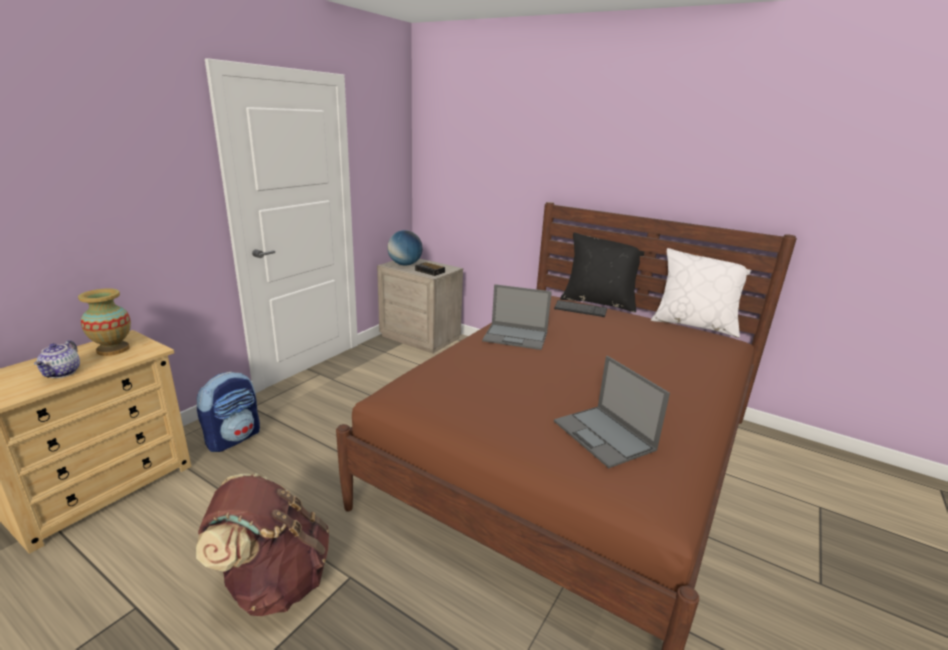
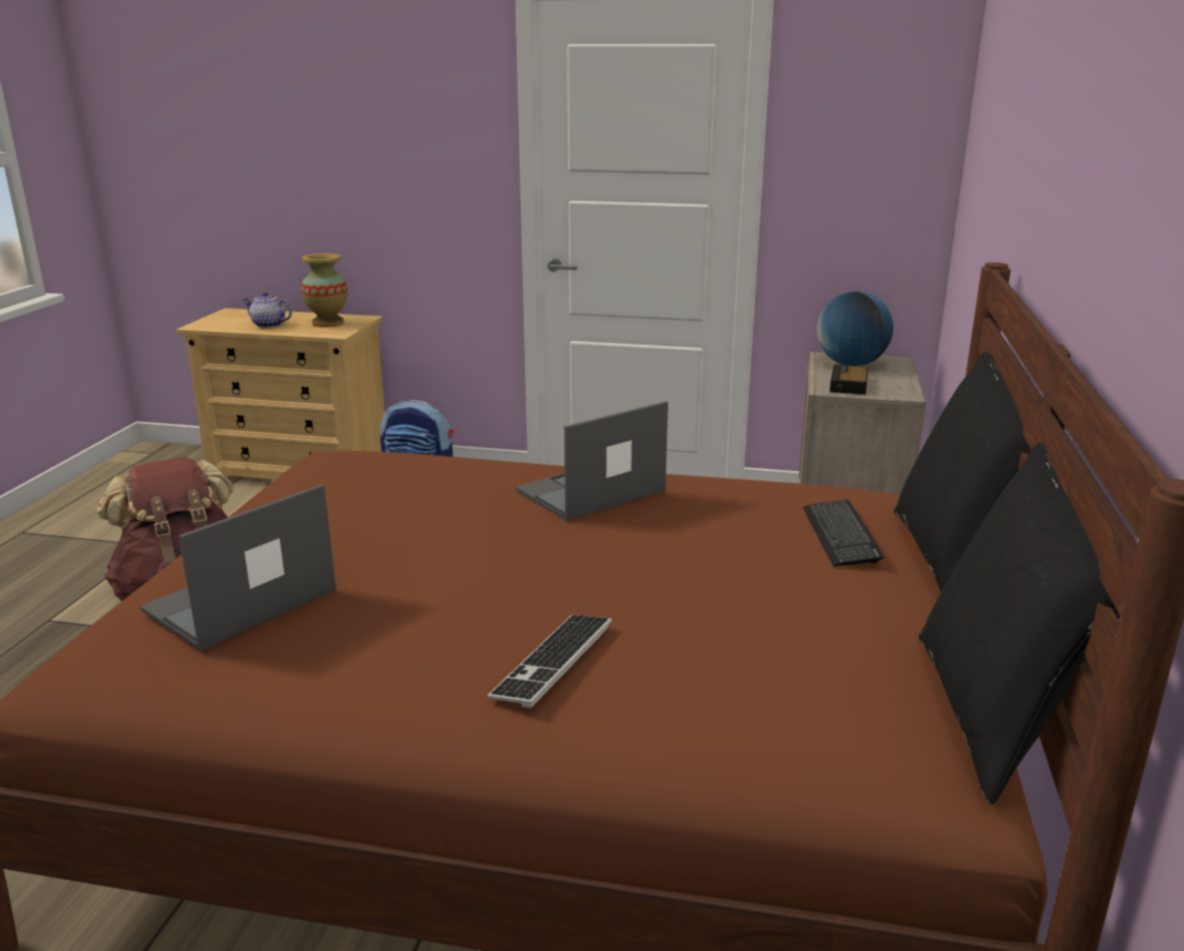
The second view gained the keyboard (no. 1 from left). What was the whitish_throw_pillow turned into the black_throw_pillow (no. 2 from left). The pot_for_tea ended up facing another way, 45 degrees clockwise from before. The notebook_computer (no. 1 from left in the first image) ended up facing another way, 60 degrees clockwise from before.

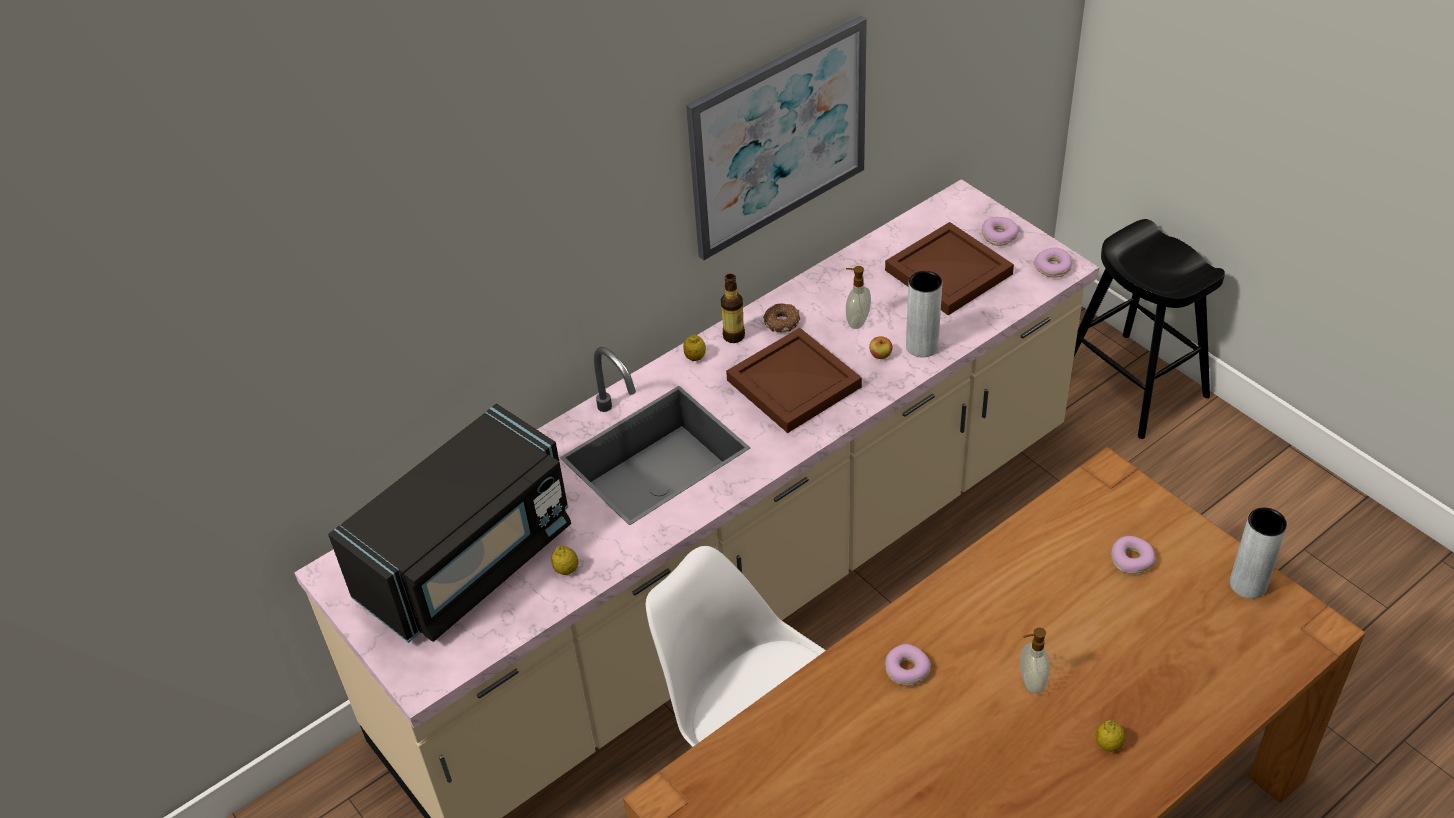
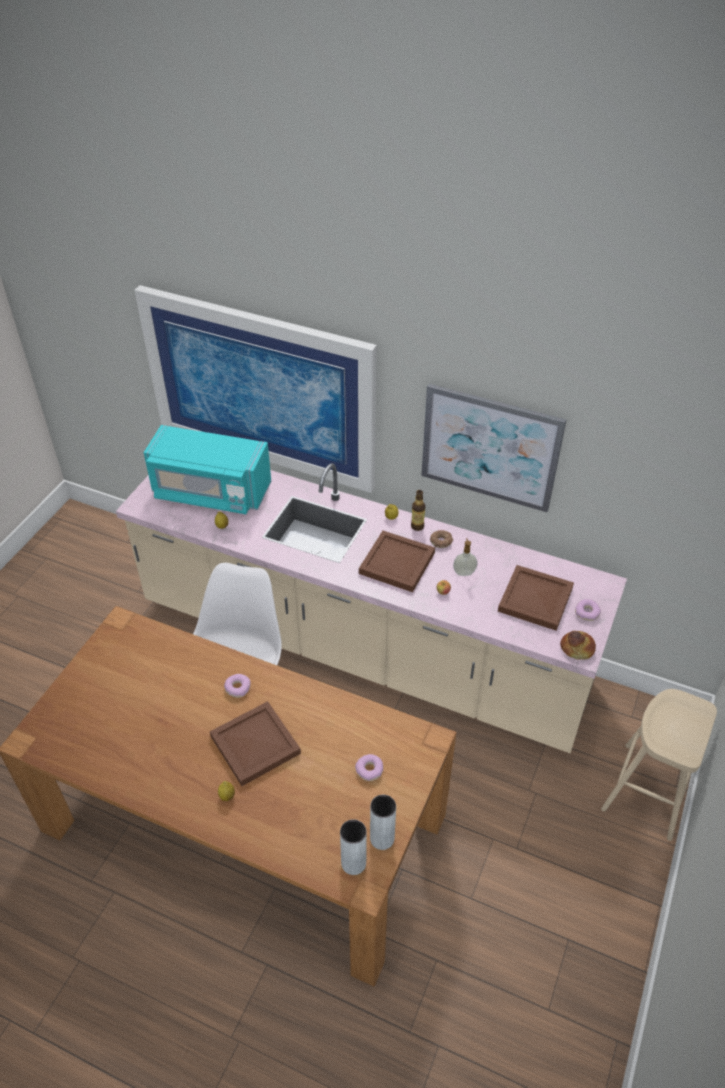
The second view gained the wall_picture (no. 1 from left). The greyish_vase (no. 1 from left) ended up elsewhere. Where the liquid_soap_bottle (no. 2 from left) stood, the brown_carrying_tray (no. 1 from left) came to stand. Where the donut (no. 4 from left) stood, the bakery_bread came to stand. What was the black_kitchen_microwave turned into the turquoise_kitchen_microwave. What was the black_sitting_stool turned into the beige-coloured_sitting_stool.

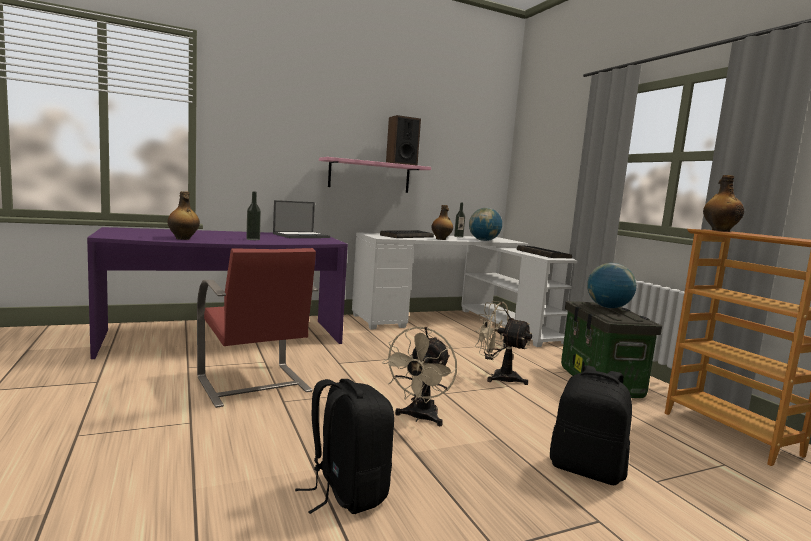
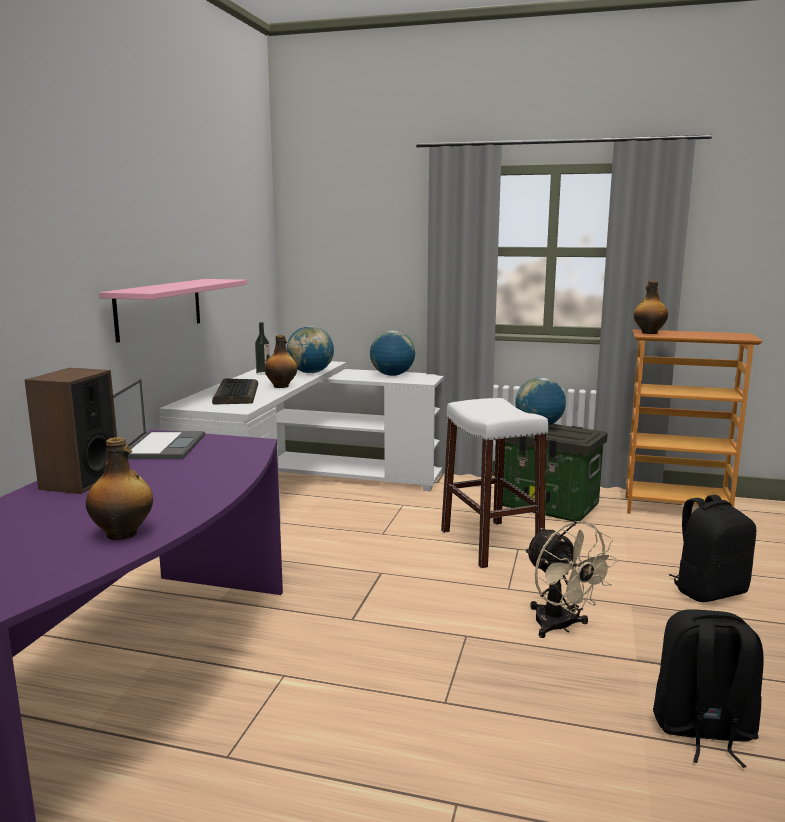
The second view lost the red-coloured_upright_chair. The second view lost the drink_bottle (no. 2 from left). The audio_speaker ended up elsewhere. Where the beige-coloured_fan (no. 2 from left) stood, the whitish_sitting_stool came to stand. Where the keyboard (no. 2 from left) stood, the globe (no. 2 from left) came to stand.

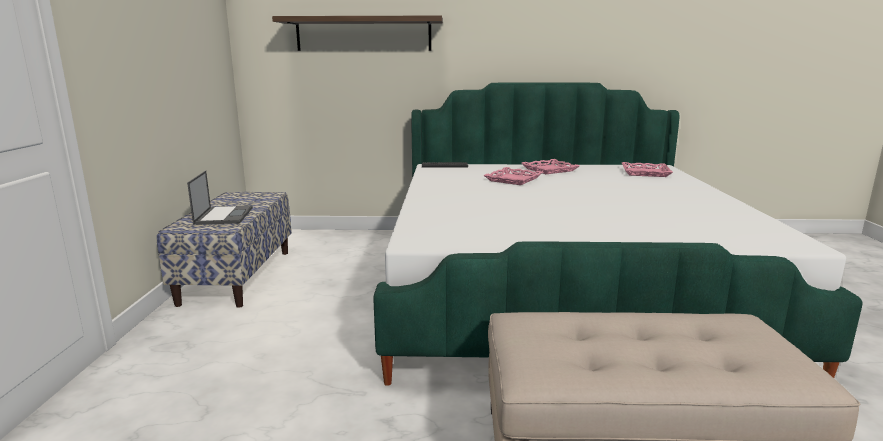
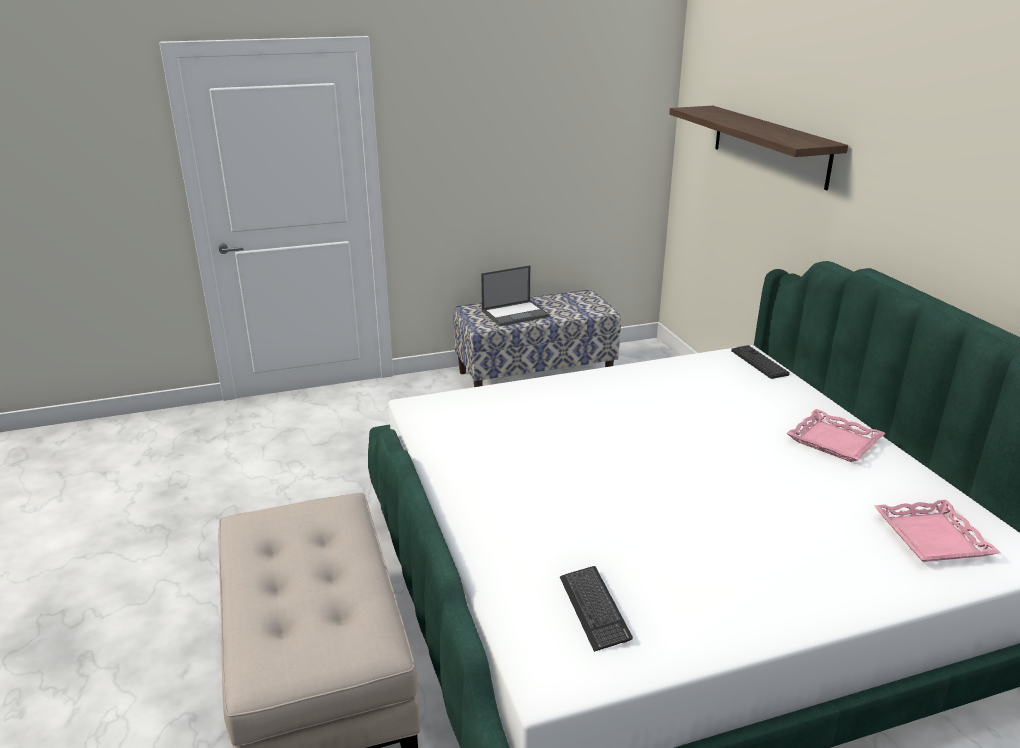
The second view lost the pink-coloured_carrying_tray (no. 1 from left). The second view gained the keyboard (no. 1 from left).

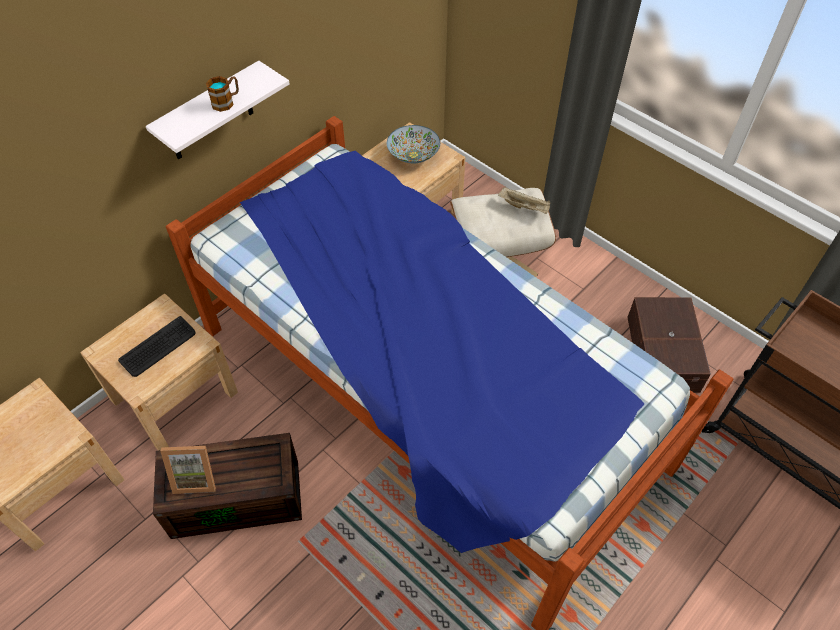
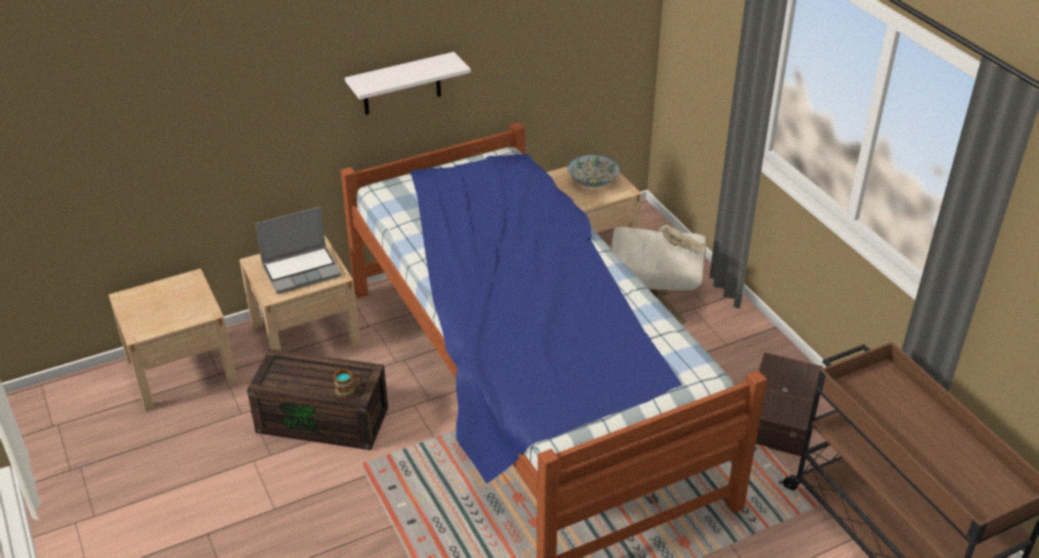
The second view lost the photo_frame. The tea_mug ended up elsewhere. Where the keyboard stood, the notebook_computer came to stand.

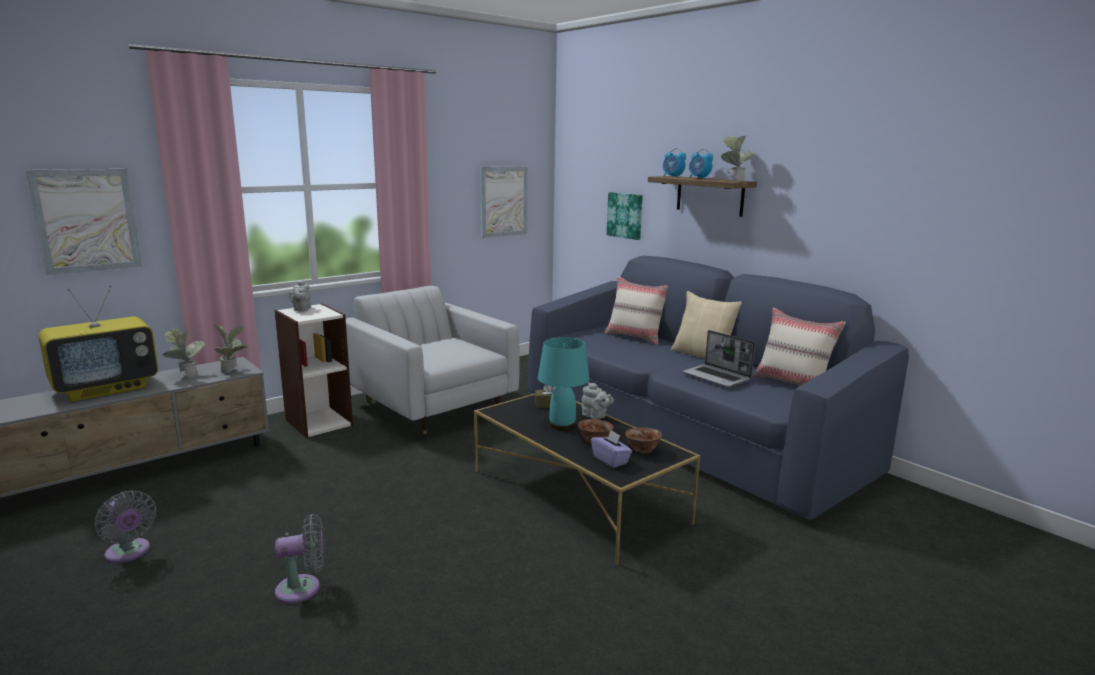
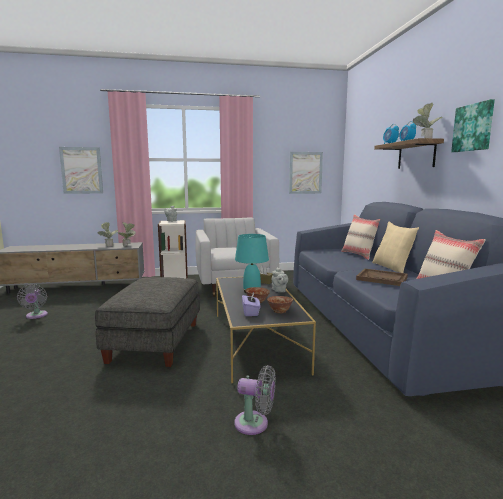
The second view lost the television. The second view gained the greyish_pouffe. The greyish_fan (no. 2 from left) ended up elsewhere. The wall_picture (no. 3 from left) ended up elsewhere. Where the notebook_computer stood, the brown_carrying_tray came to stand.

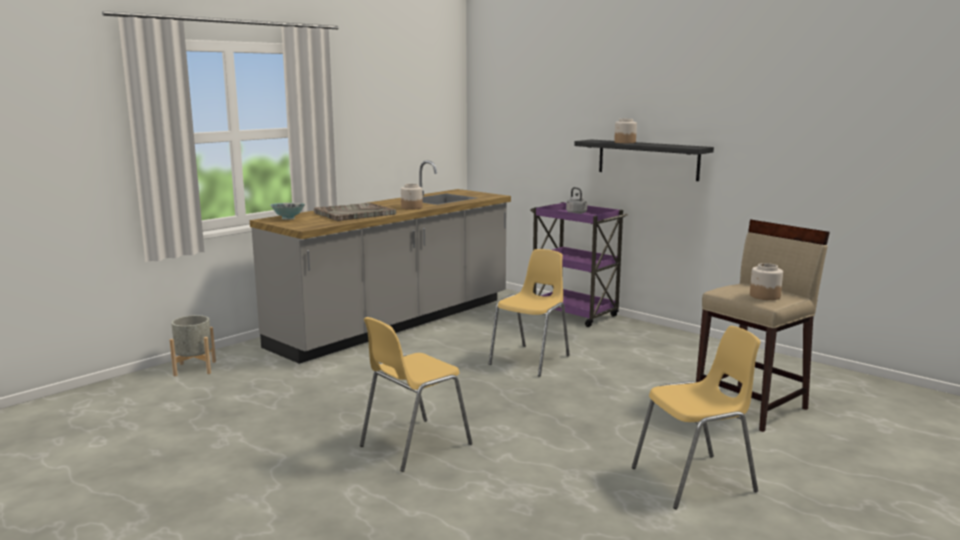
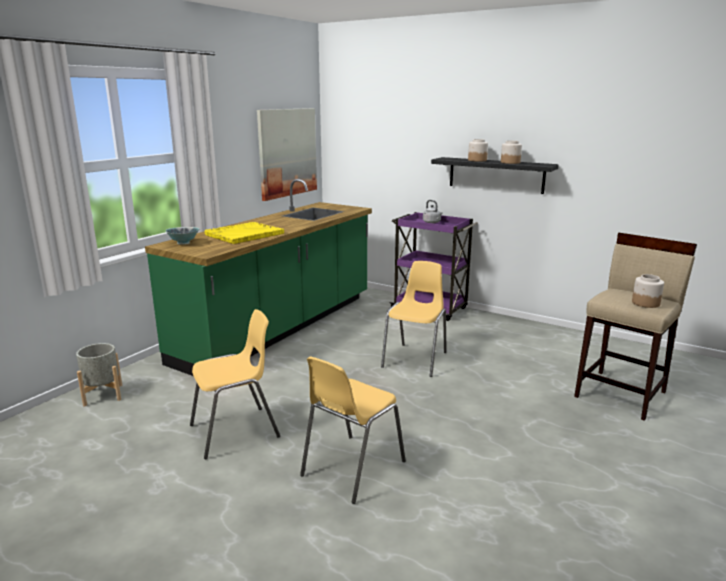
The second view gained the wall_picture. The jar (no. 1 from left in the first image) ended up elsewhere. The yellow-coloured_upright_chair (no. 3 from left in the first image) ended up elsewhere. What was the greyish_kitchen_counter turned into the greenish_kitchen_counter. What was the greyish_carrying_tray turned into the yellow-coloured_carrying_tray.

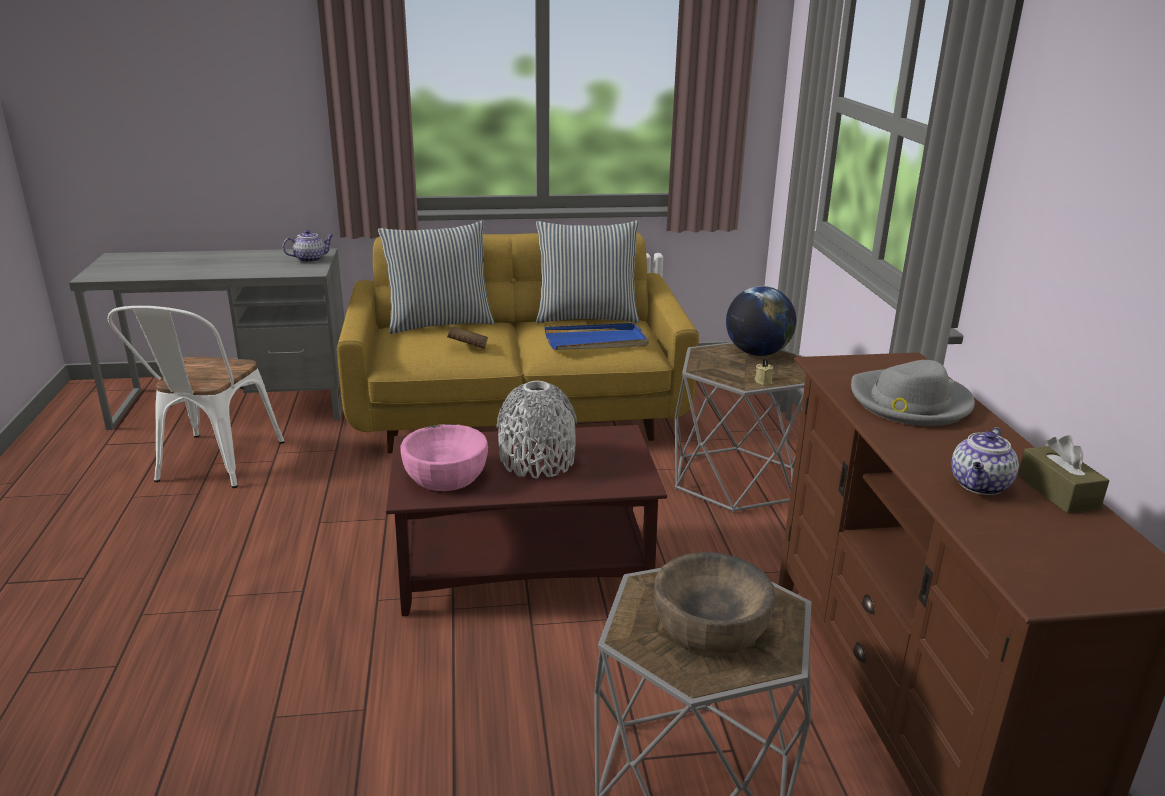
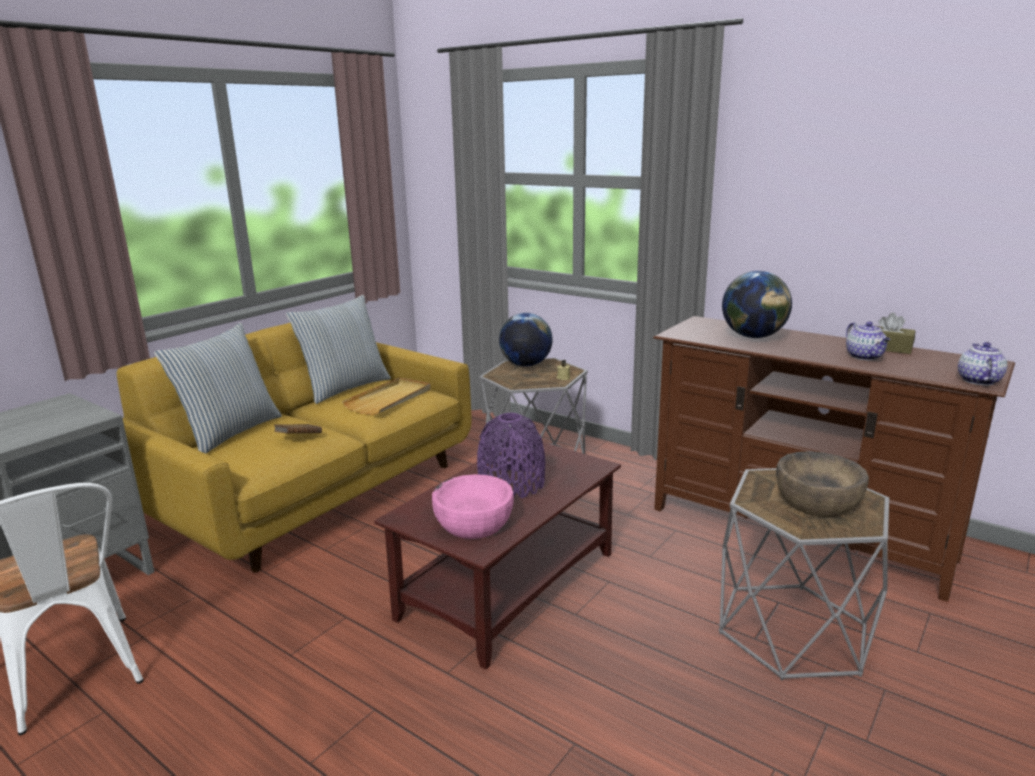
The pot_for_tea (no. 1 from left in the first image) ended up elsewhere. Where the greyish_clothing_hat stood, the globe (no. 2 from left) came to stand. What was the greyish_vase turned into the purple-coloured_vase. What was the bluish_carrying_tray turned into the beige-coloured_carrying_tray.

